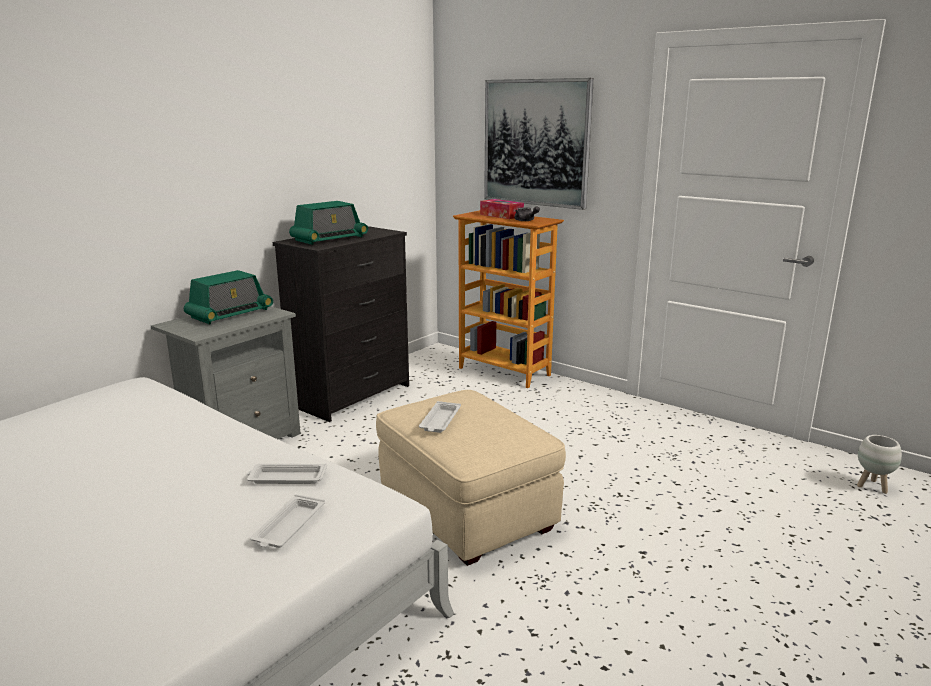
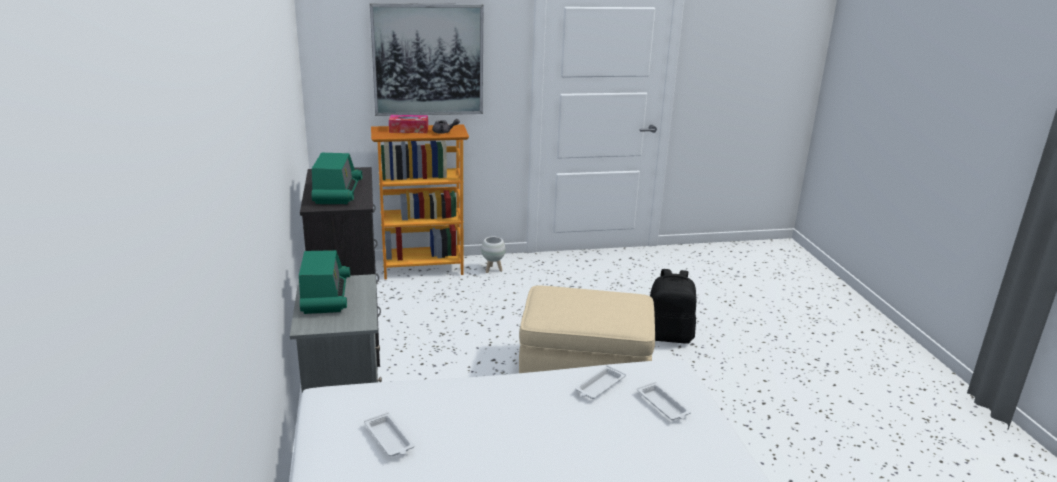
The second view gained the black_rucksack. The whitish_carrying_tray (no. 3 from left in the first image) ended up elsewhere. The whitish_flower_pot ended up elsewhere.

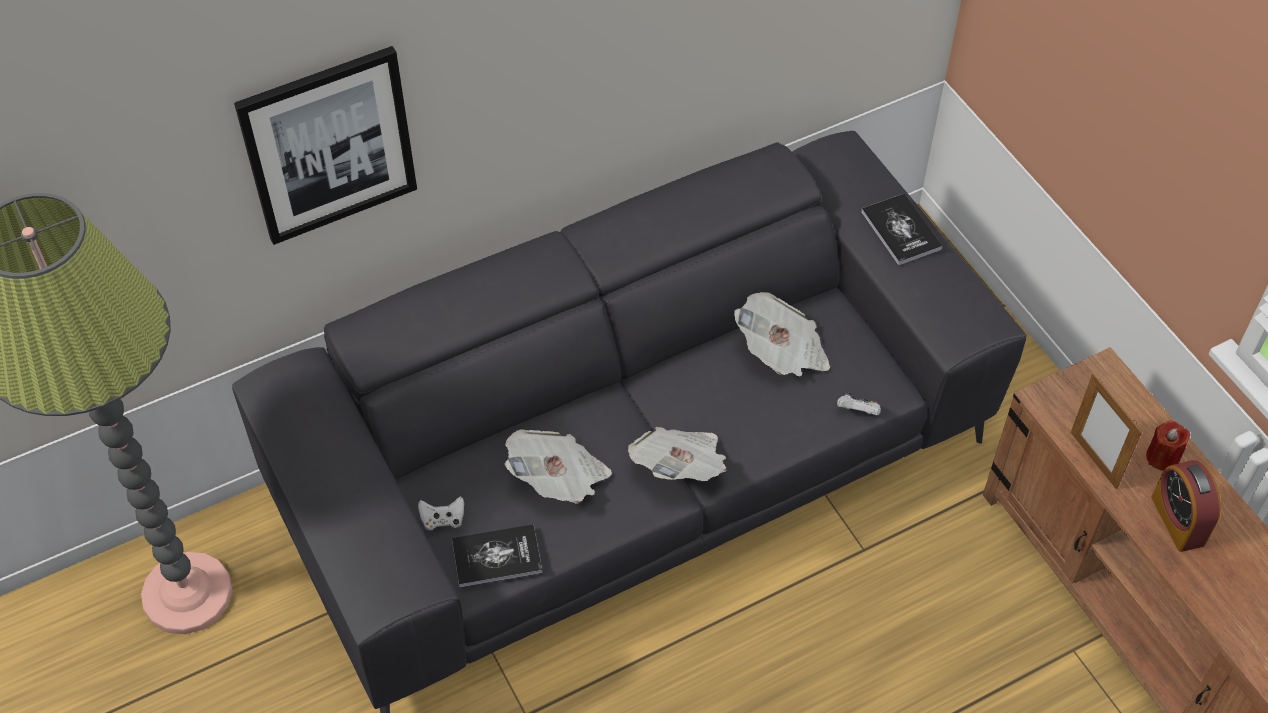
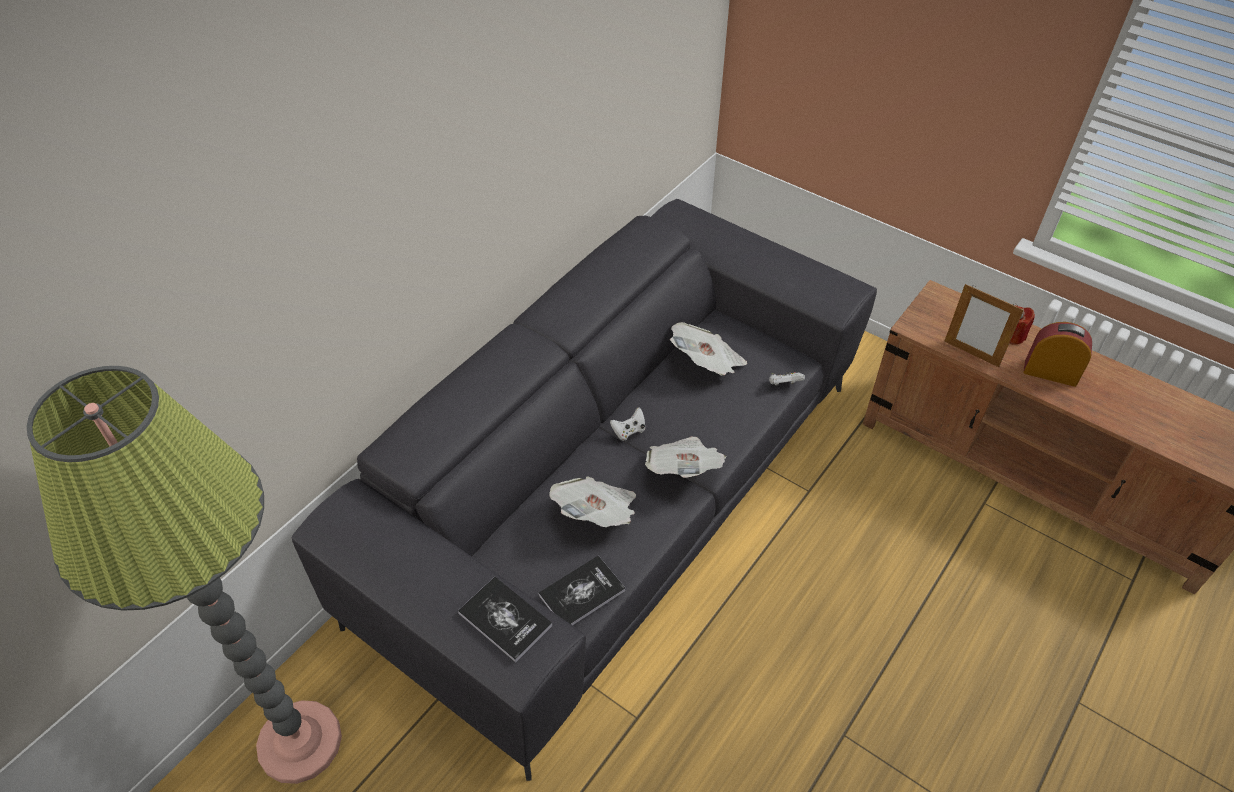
The second view lost the wall_picture. The whitish_gamepad (no. 1 from left) ended up elsewhere. The bound_book (no. 2 from left in the first image) ended up elsewhere. The table_clock ended up facing another way, 150 degrees clockwise from before.

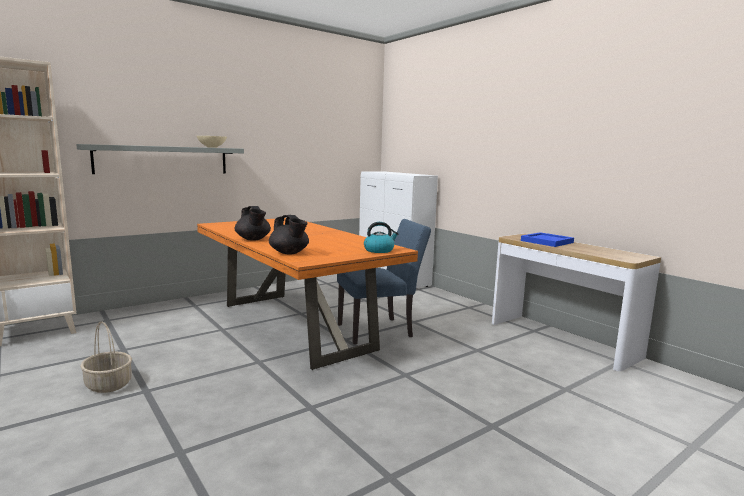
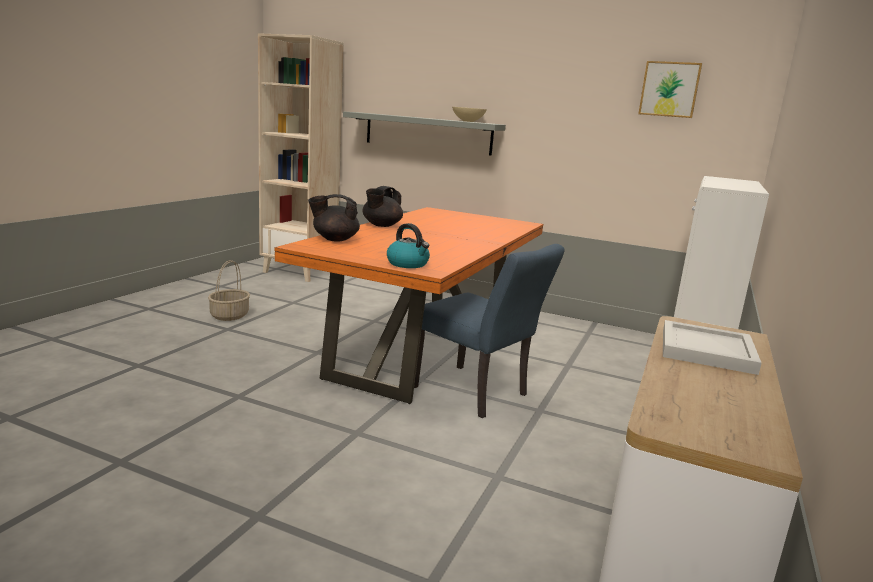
The second view gained the wall_picture. What was the bluish_carrying_tray turned into the whitish_carrying_tray. The black_pot_for_tea (no. 2 from left in the first image) ended up facing another way, 60 degrees clockwise from before.

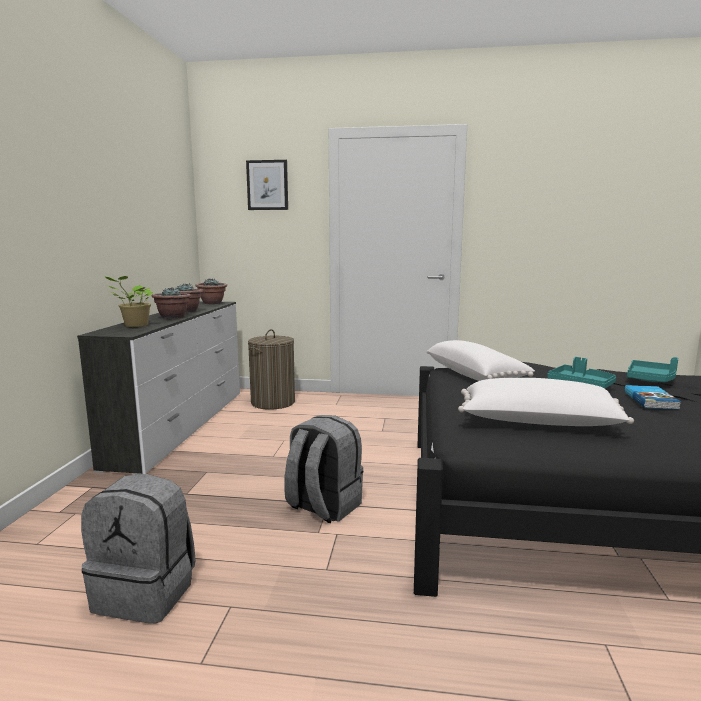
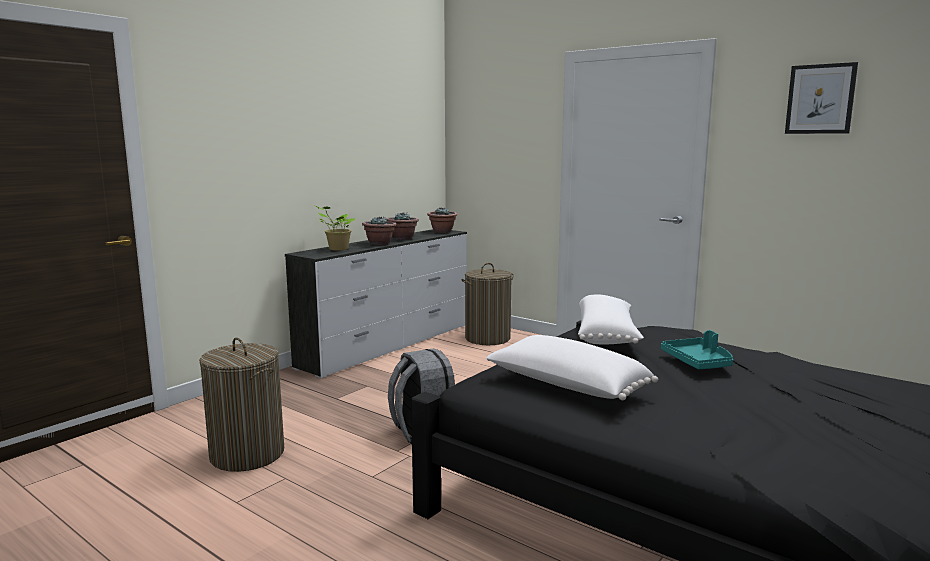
The second view lost the bound_book. The second view lost the turquoise_carrying_tray (no. 2 from left). The wall_picture ended up elsewhere. Where the greyish_rucksack (no. 1 from left) stood, the laundry_basket (no. 1 from left) came to stand.

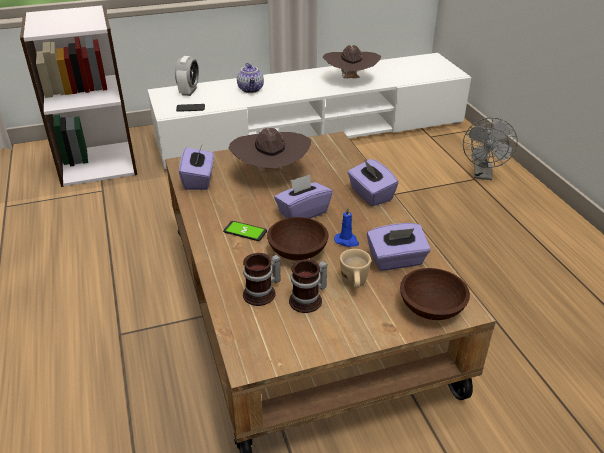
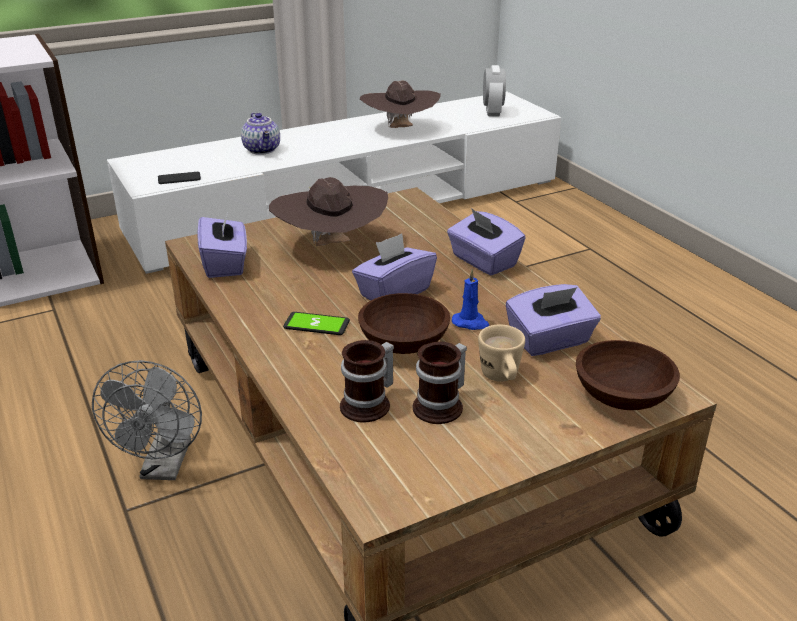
The table_clock ended up elsewhere. The greyish_fan ended up elsewhere.

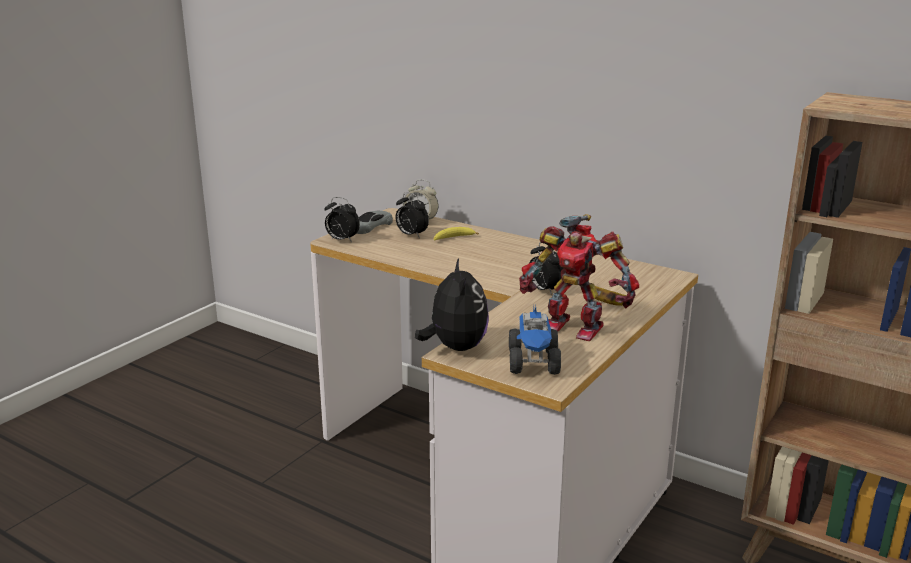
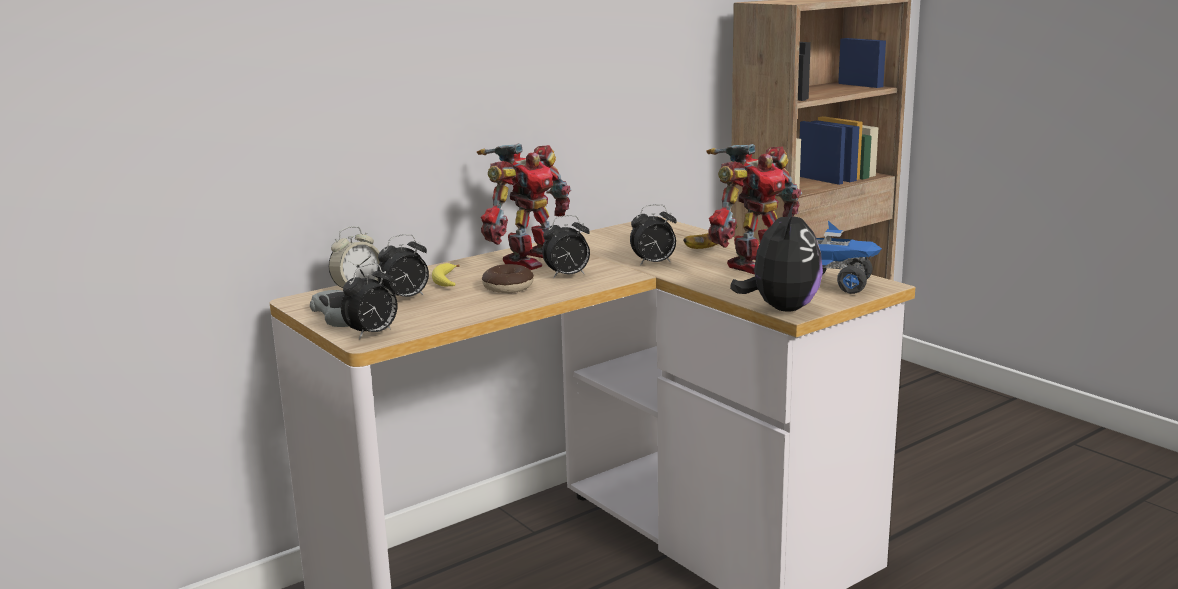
The second view gained the model_robot (no. 1 from left). The second view gained the donut. The second view gained the table_clock (no. 4 from left). The cuddly_toy ended up facing another way, 90 degrees clockwise from before.

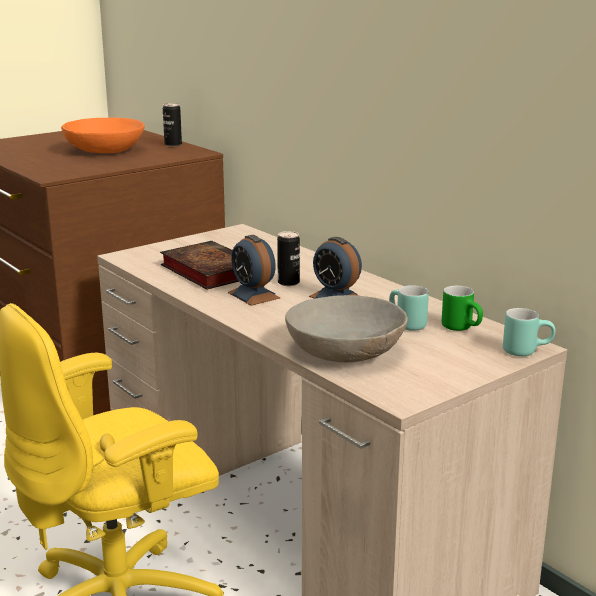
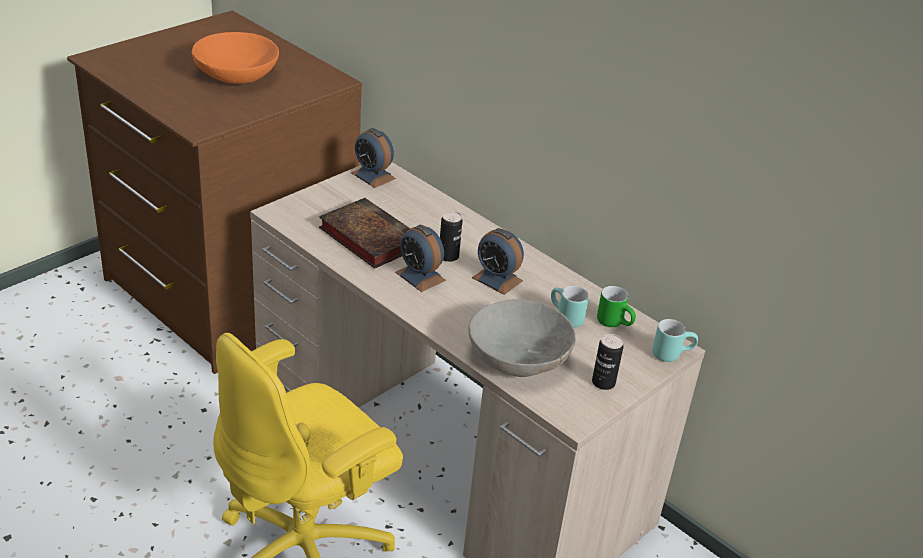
The second view gained the table_clock (no. 1 from left). The sealed_can (no. 1 from left in the first image) ended up elsewhere.

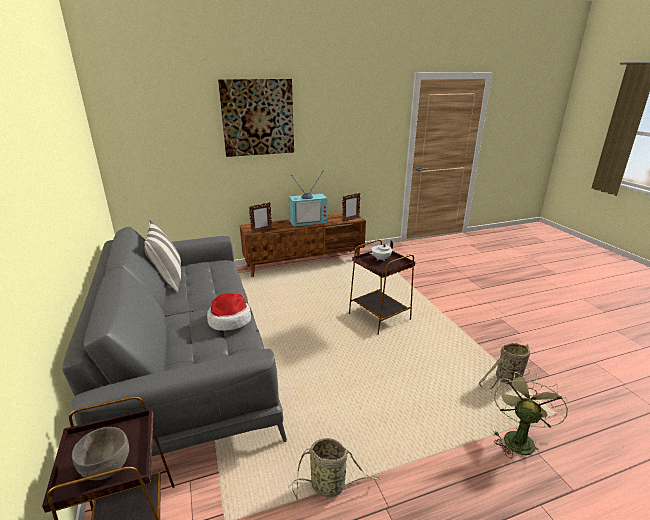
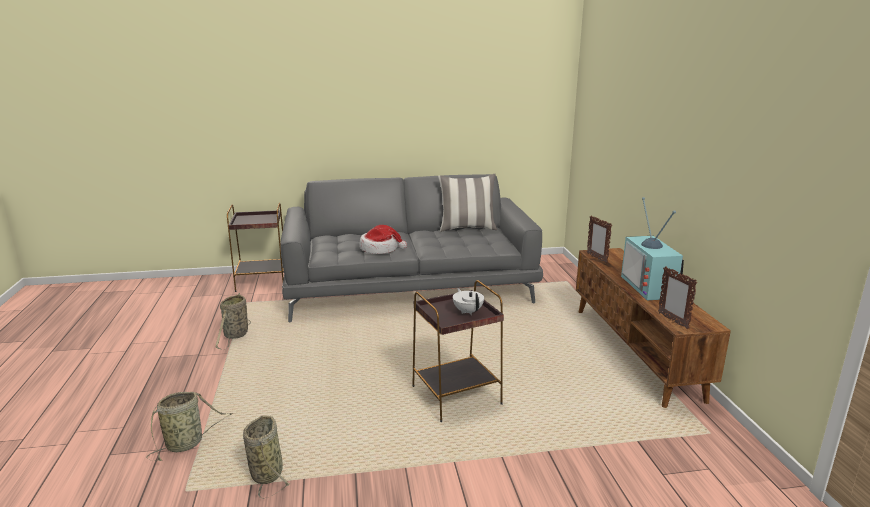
The second view lost the greyish_bowl. The second view lost the wall_picture. Where the greenish_fan stood, the basket (no. 1 from left) came to stand.

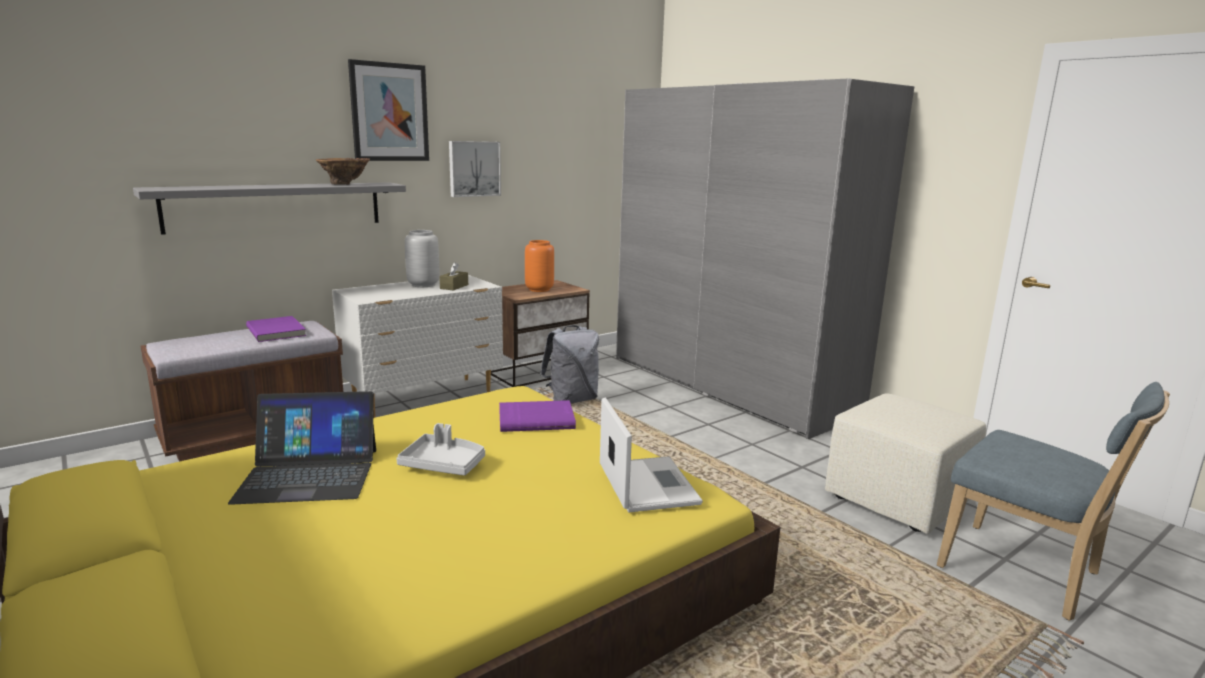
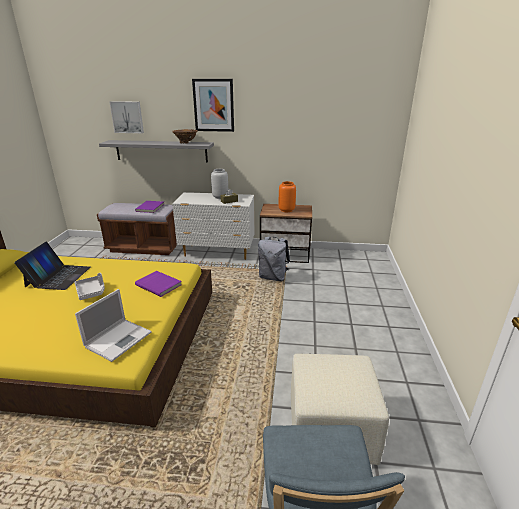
The second view lost the greyish_armoire. The wall_picture (no. 2 from left in the first image) ended up elsewhere. The notebook_computer (no. 1 from left) ended up facing another way, 120 degrees counterclockwise from before.

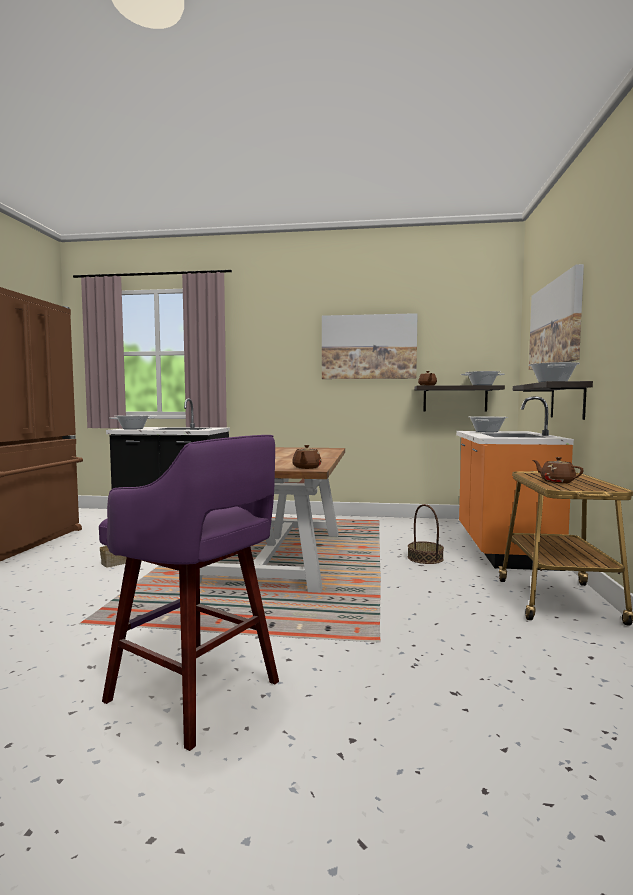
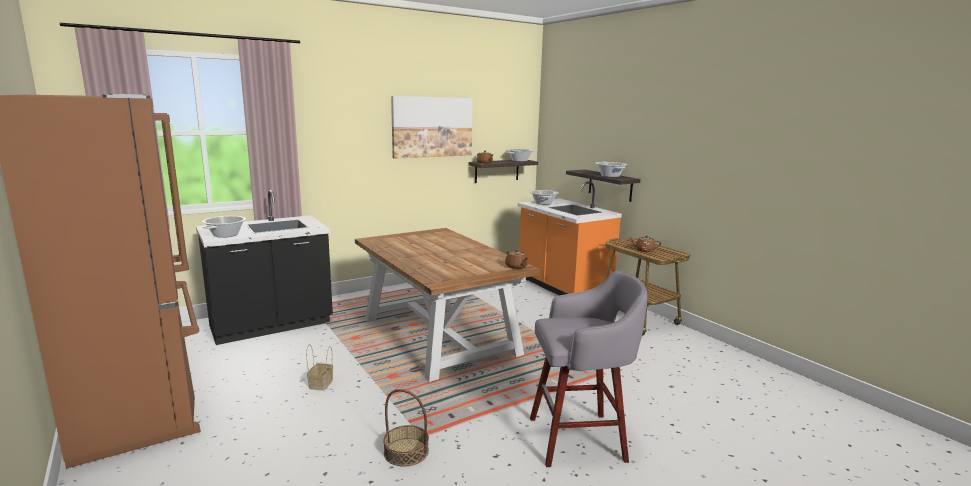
The second view lost the wall_picture (no. 2 from left). The basket (no. 2 from left) ended up elsewhere. What was the purple-coloured_sitting_stool turned into the greyish_sitting_stool.

